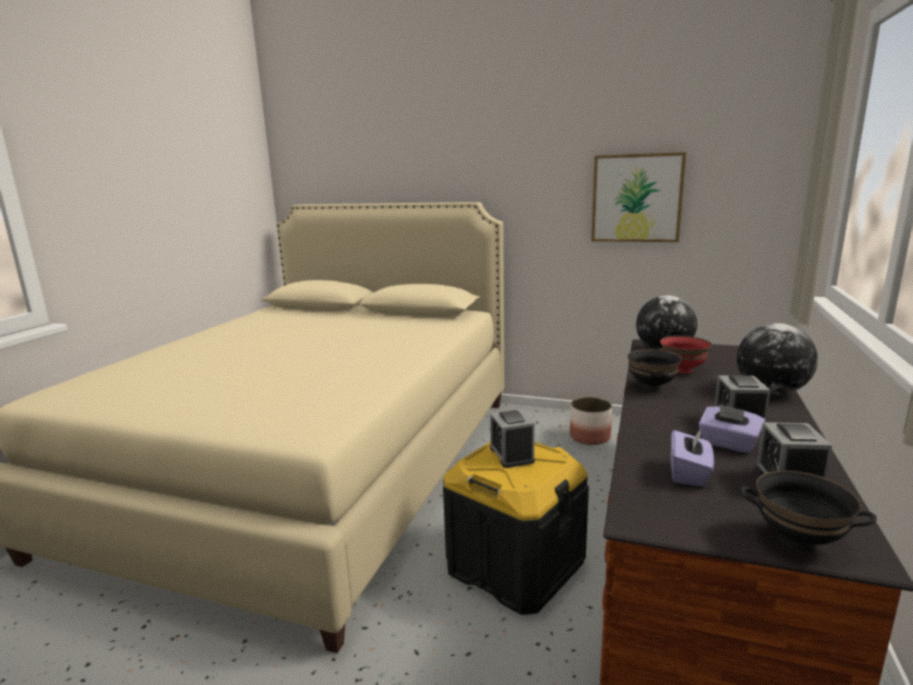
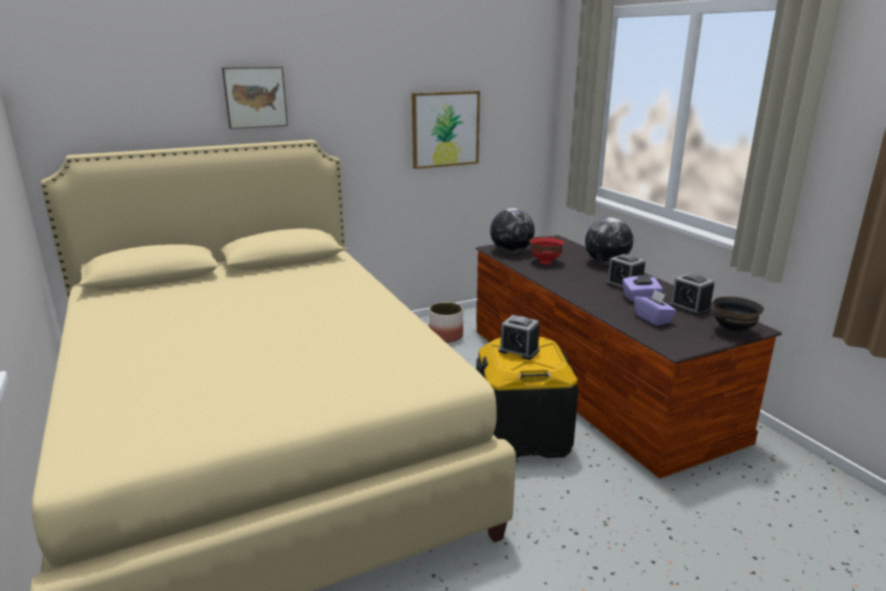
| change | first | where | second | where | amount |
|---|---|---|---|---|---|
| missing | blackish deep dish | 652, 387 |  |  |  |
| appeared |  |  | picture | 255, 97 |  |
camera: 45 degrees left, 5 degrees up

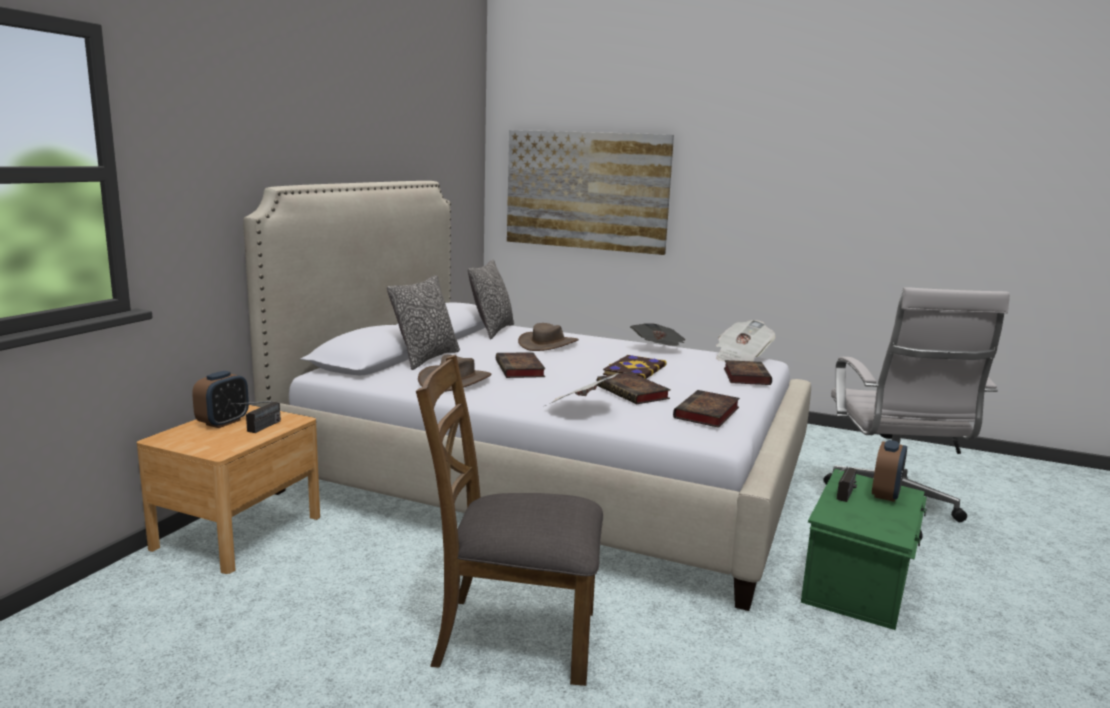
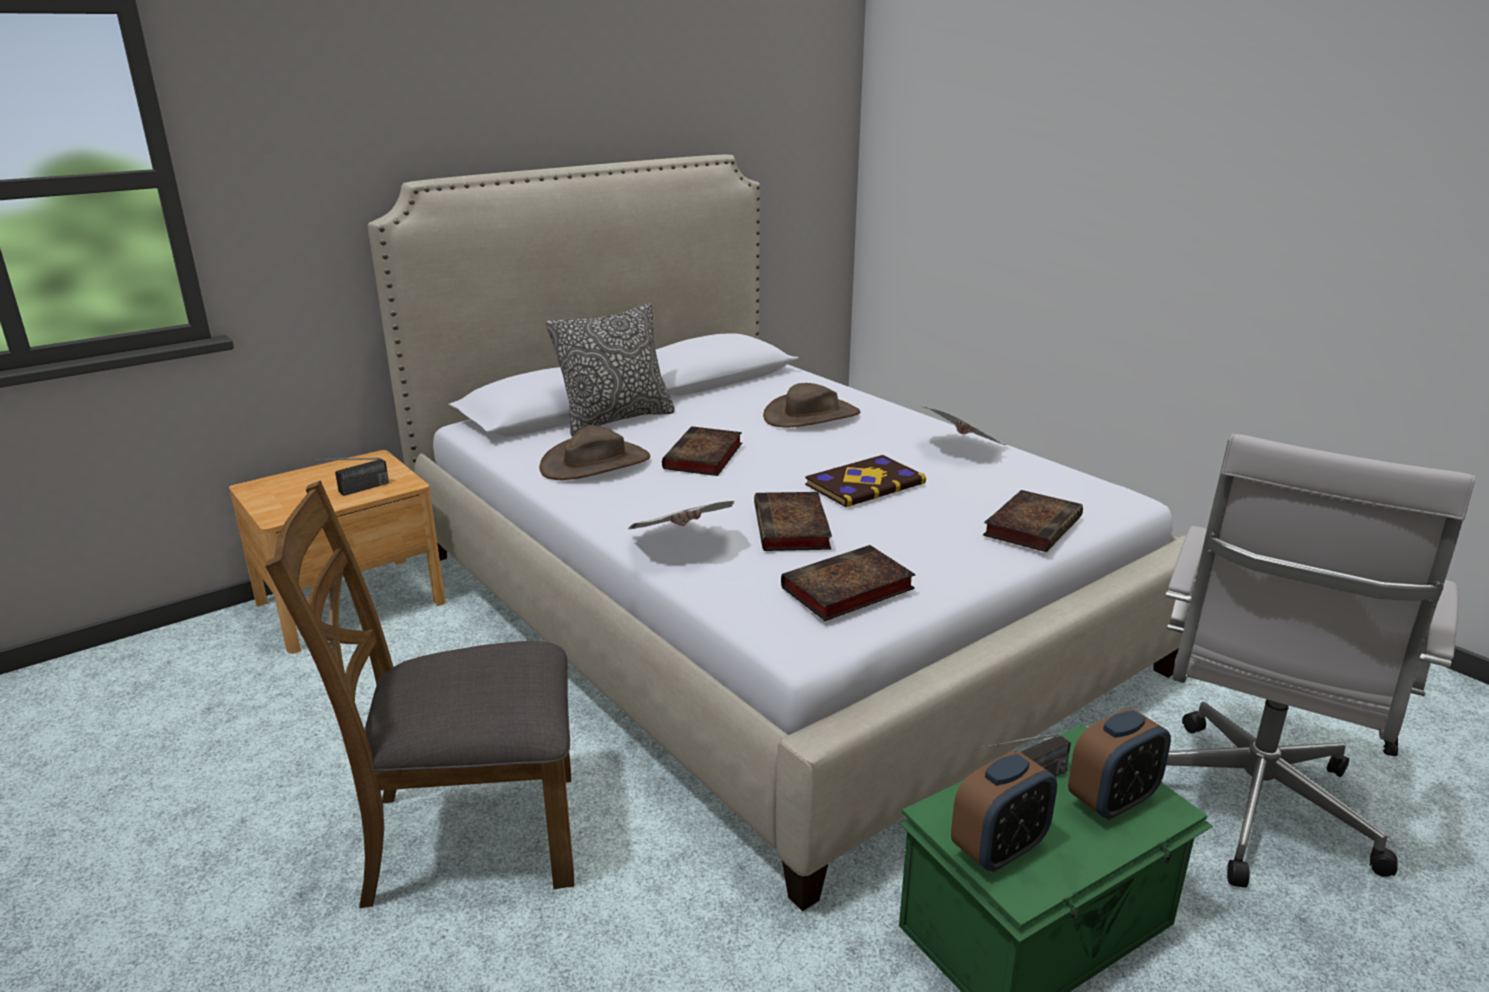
| change | first | where | second | where | amount |
|---|---|---|---|---|---|
| missing | cushion | 492, 330 |  |  |  |
| missing | picture | 586, 191 |  |  |  |
| missing | newspaper | 741, 357 |  |  |  |
| relocated | alarm clock | 223, 422 |  | 999, 849 |  |
| spun | brown-coloured upright chair | 514, 636 |  | 470, 836 | 45 degrees counterclockwise |
camera: 30 degrees right, 10 degrees up

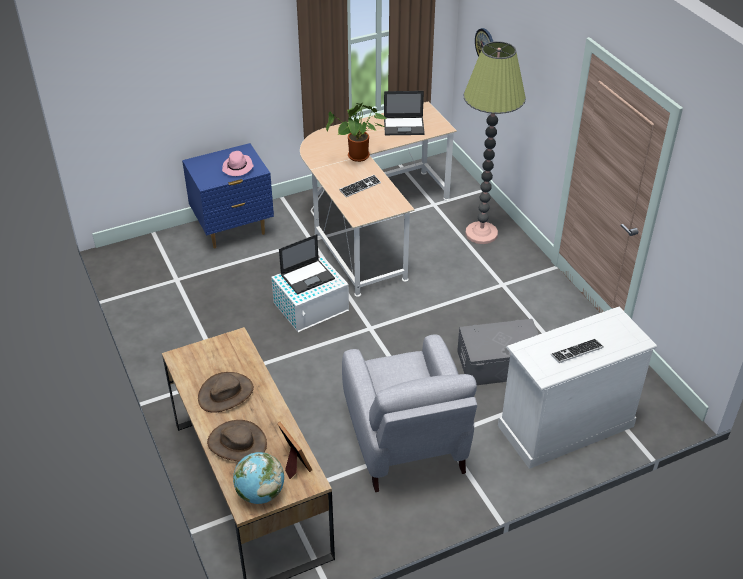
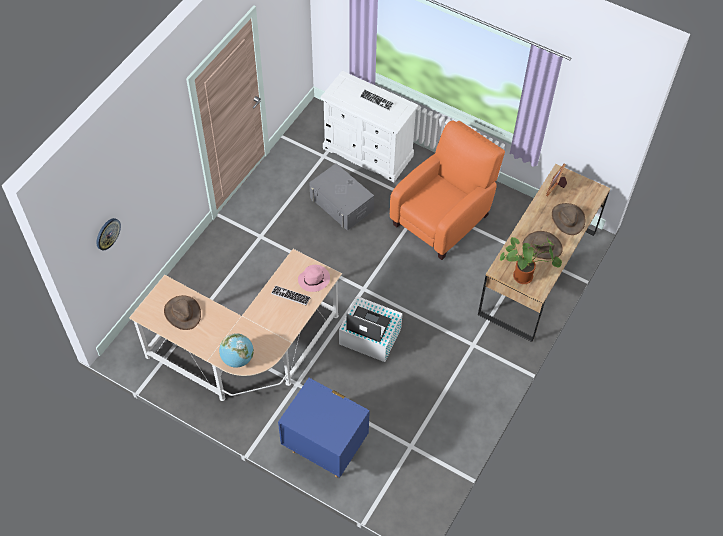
| change | first | where | second | where | amount |
|---|---|---|---|---|---|
| missing | standing lamp | 481, 233 |  |  |  |
| relocated | pink hat | 238, 168 |  | 314, 279 |  |
| relocated | desk globe | 260, 493 |  | 237, 359 |  |
| relocated | potted plant | 358, 158 |  | 525, 276 |  |
| exchanged | laptop | 404, 126 | brown-coloured hat | 182, 313 |  |
| colour | greyish lounge chair | 406, 444 | orangey lounge chair | 443, 218 |  |
camera: 125 degrees left, 15 degrees up

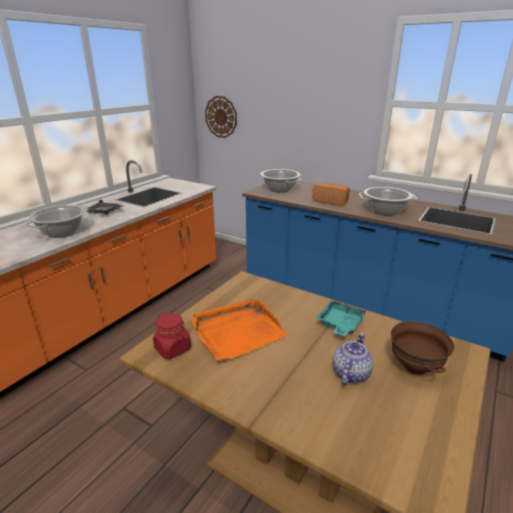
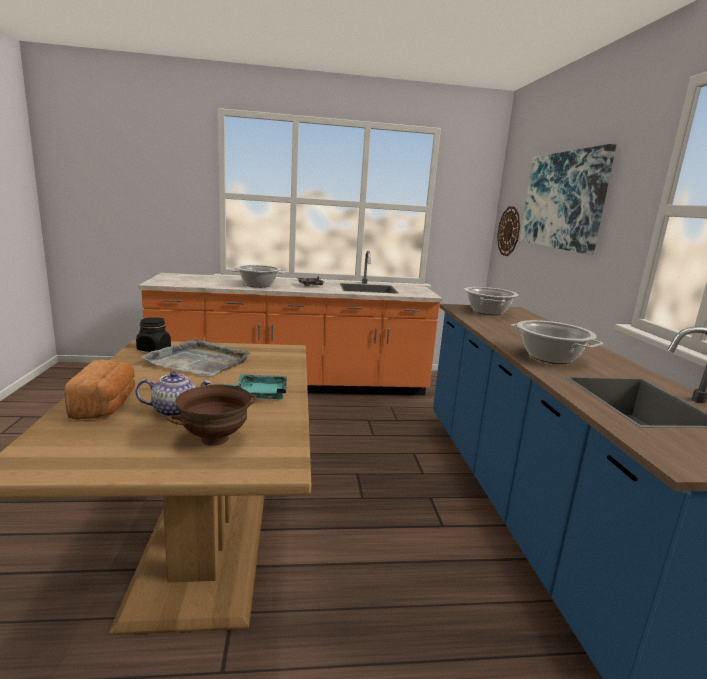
| change | first | where | second | where | amount |
|---|---|---|---|---|---|
| appeared |  |  | picture | 563, 200 |  |
| relocated | bread | 331, 201 |  | 106, 405 |  |
| colour | reddish preserve jar | 173, 349 | blackish preserve jar | 154, 349 |  |
| colour | orangey serving tray | 237, 331 | greyish serving tray | 199, 361 |  |
camera: 50 degrees right, 10 degrees down

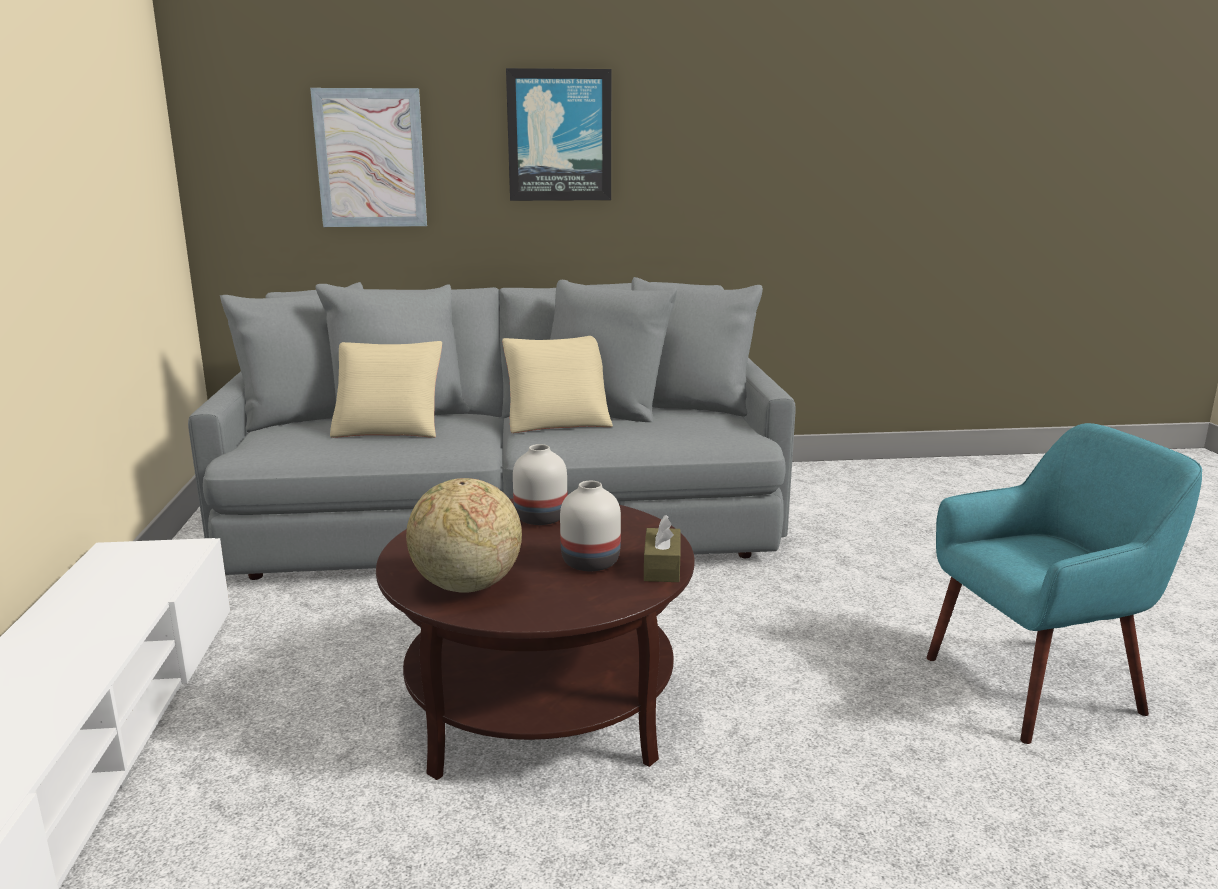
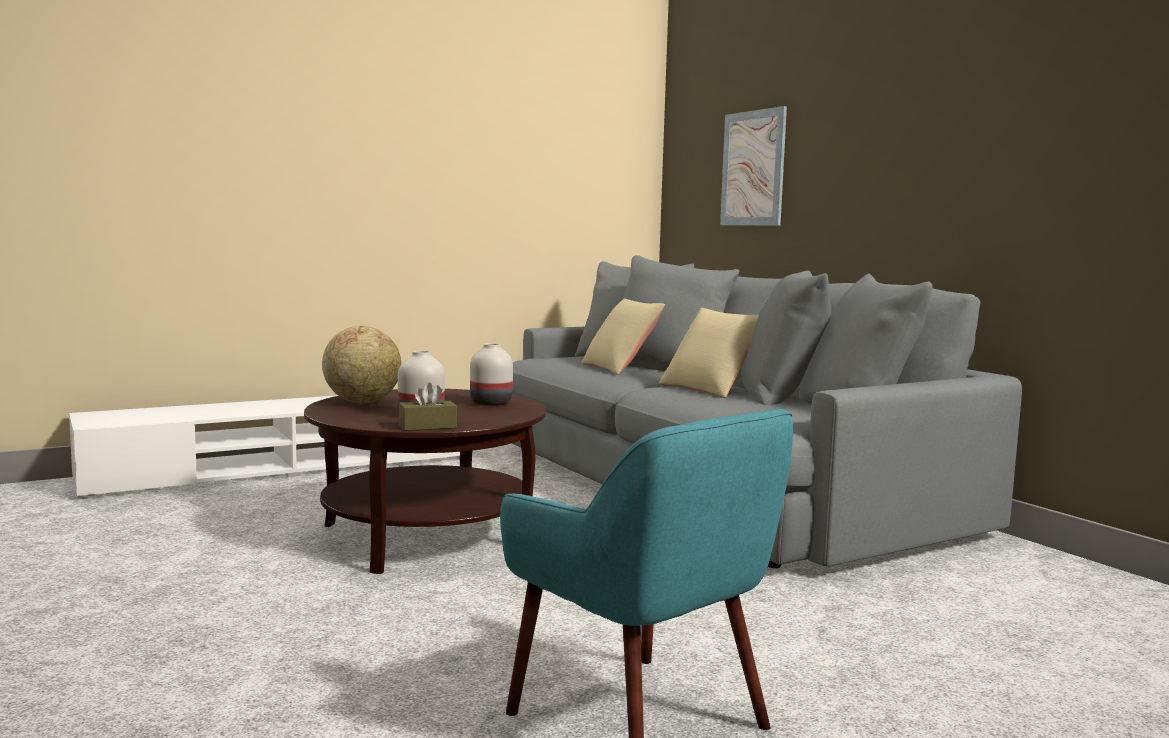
| change | first | where | second | where | amount |
|---|---|---|---|---|---|
| missing | picture | 559, 135 |  |  |  |
camera: 65 degrees right, 10 degrees down

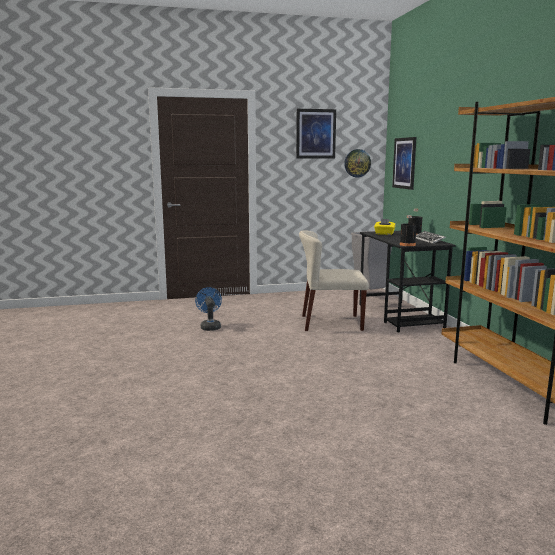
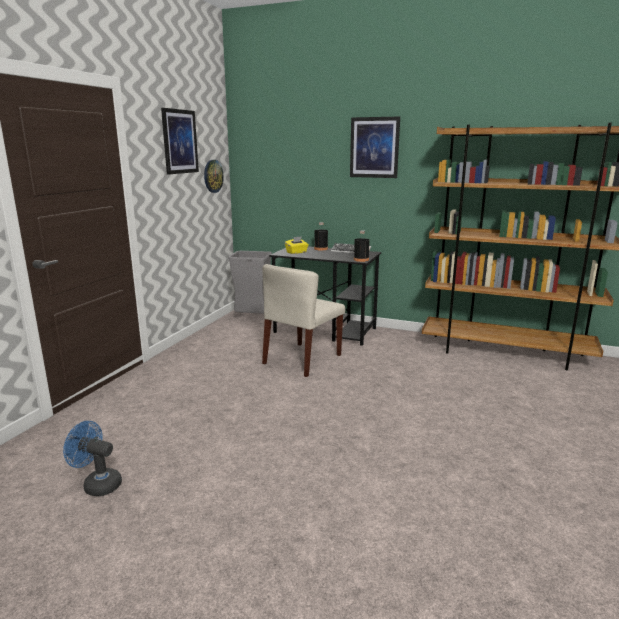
| change | first | where | second | where | amount |
|---|---|---|---|---|---|
| relocated | blue-coloured fan | 210, 326 |  | 97, 484 |  |
| relocated | picture | 404, 163 |  | 374, 147 |  |
camera: 55 degrees left, 5 degrees up

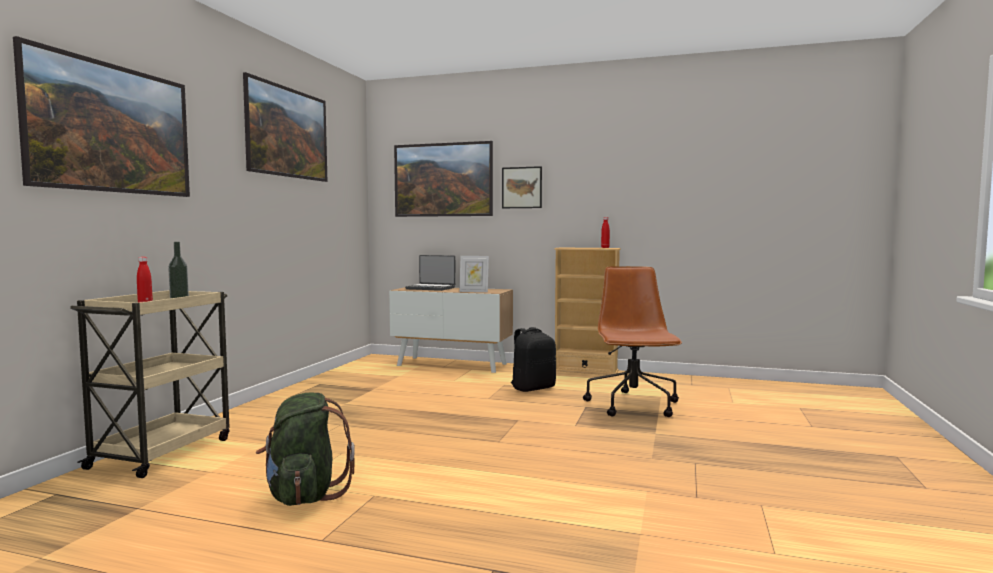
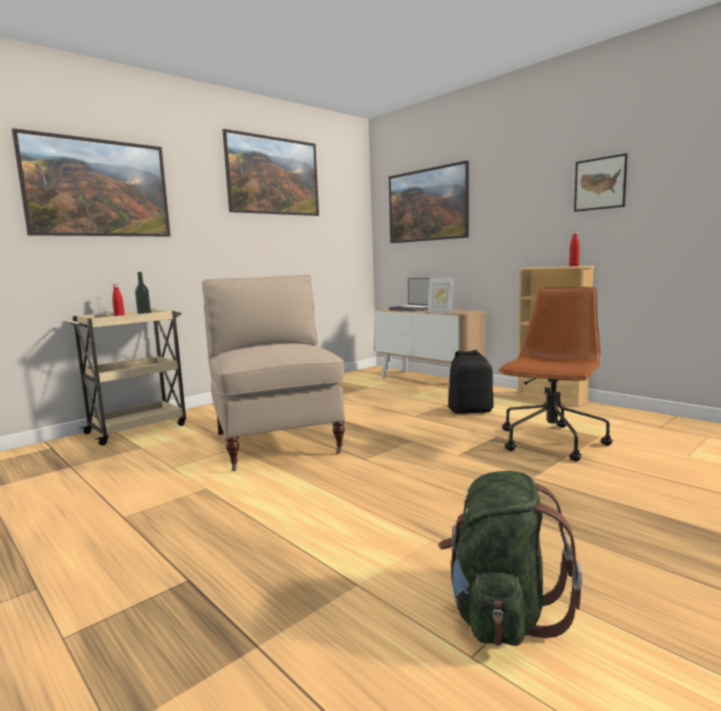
| change | first | where | second | where | amount |
|---|---|---|---|---|---|
| appeared |  |  | beige upright chair | 276, 442 |  |
| relocated | green knapsack | 304, 495 |  | 501, 613 |  |
| relocated | picture | 521, 187 |  | 600, 183 |  |
camera: 30 degrees right, 5 degrees up

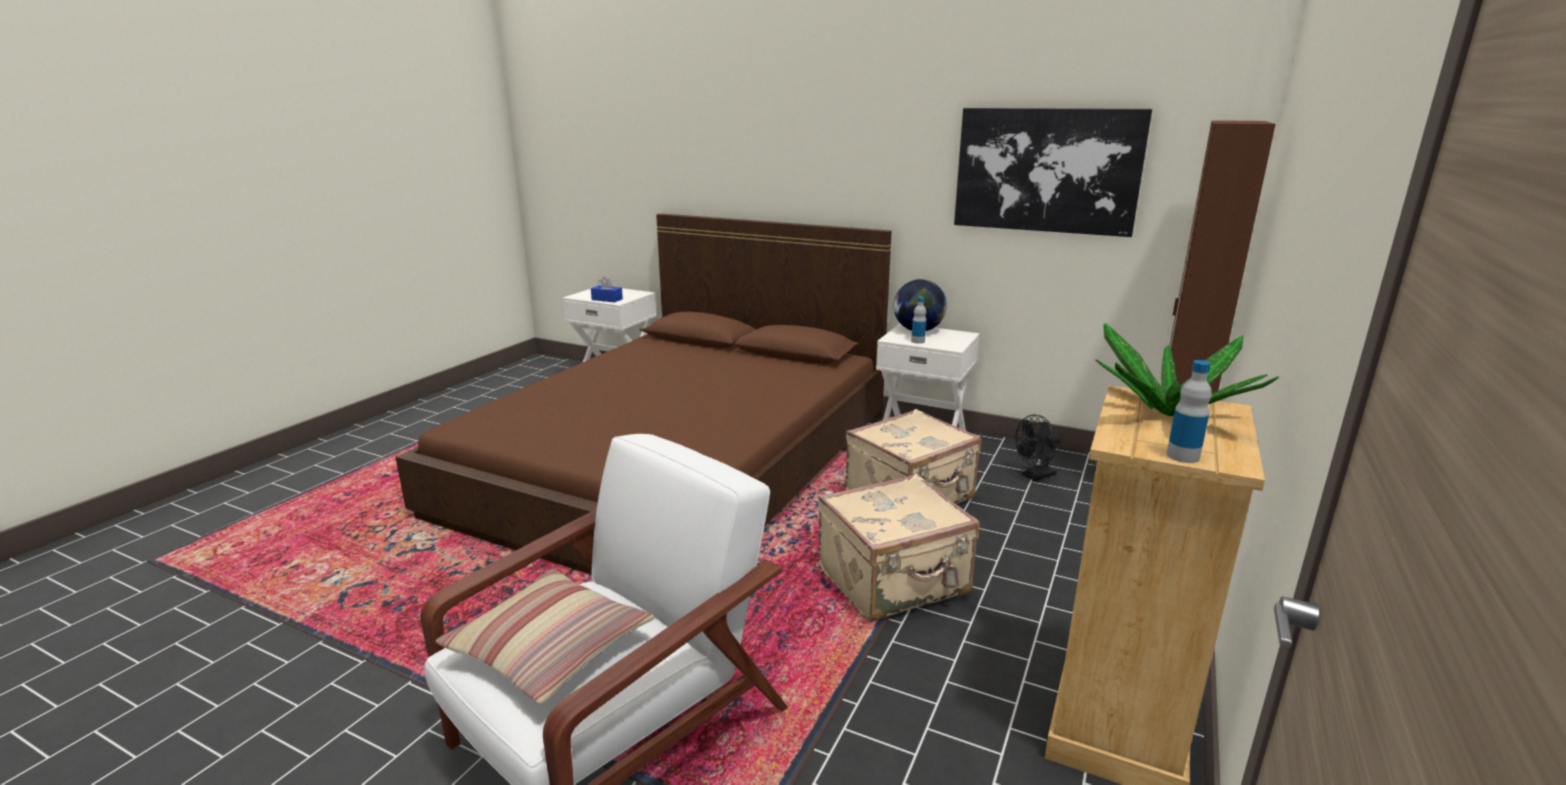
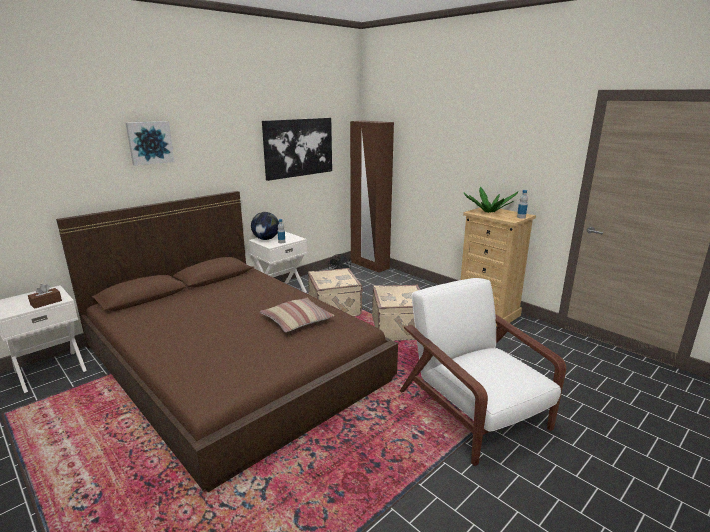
| change | first | where | second | where | amount |
|---|---|---|---|---|---|
| appeared |  |  | picture | 150, 142 |  |
| relocated | cushion | 550, 648 |  | 297, 321 |  |
| colour | blue-coloured tissue holder | 607, 299 | brown-coloured tissue holder | 46, 302 |  |
camera: 70 degrees left, 0 degrees up

